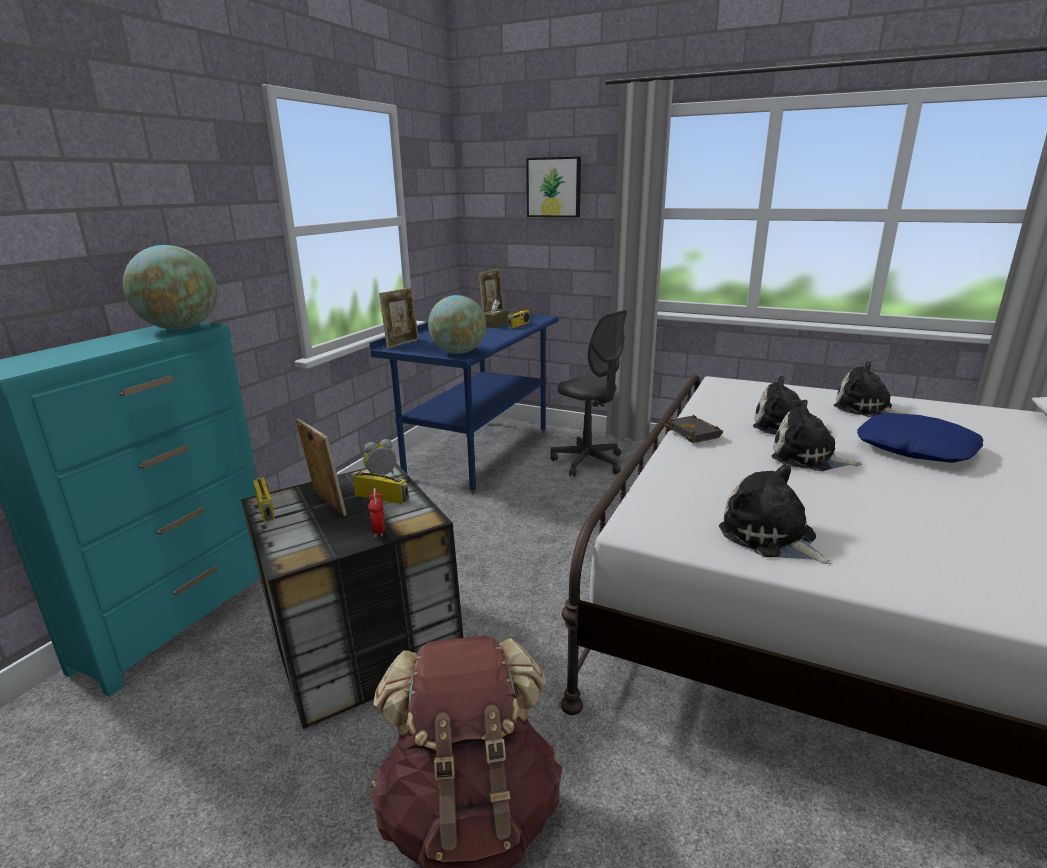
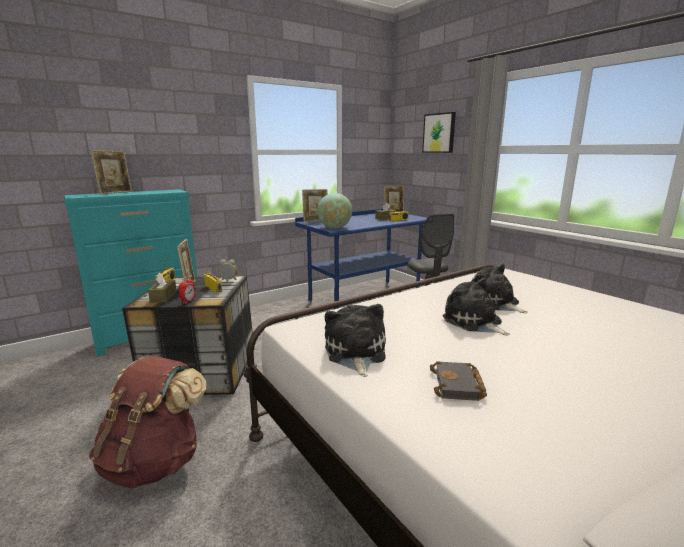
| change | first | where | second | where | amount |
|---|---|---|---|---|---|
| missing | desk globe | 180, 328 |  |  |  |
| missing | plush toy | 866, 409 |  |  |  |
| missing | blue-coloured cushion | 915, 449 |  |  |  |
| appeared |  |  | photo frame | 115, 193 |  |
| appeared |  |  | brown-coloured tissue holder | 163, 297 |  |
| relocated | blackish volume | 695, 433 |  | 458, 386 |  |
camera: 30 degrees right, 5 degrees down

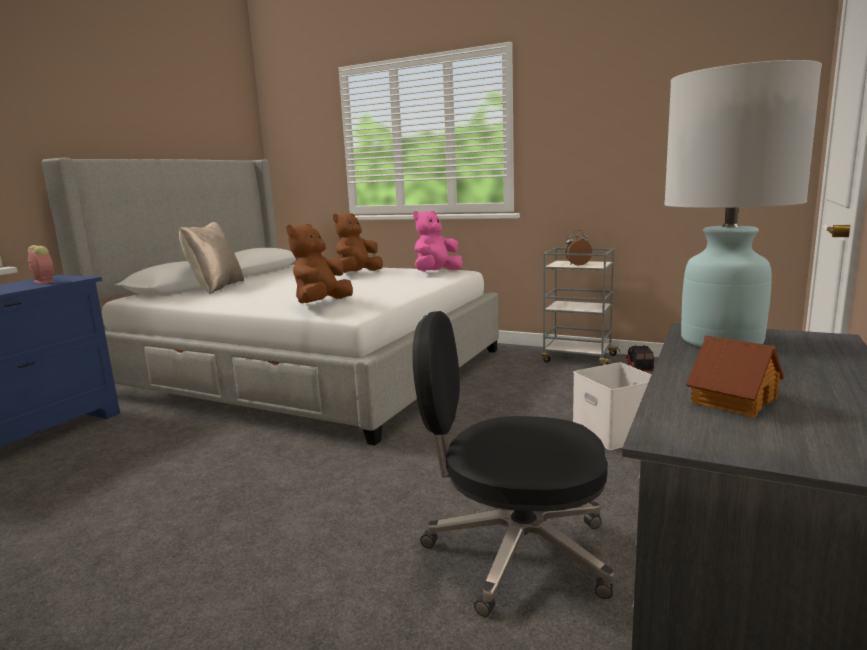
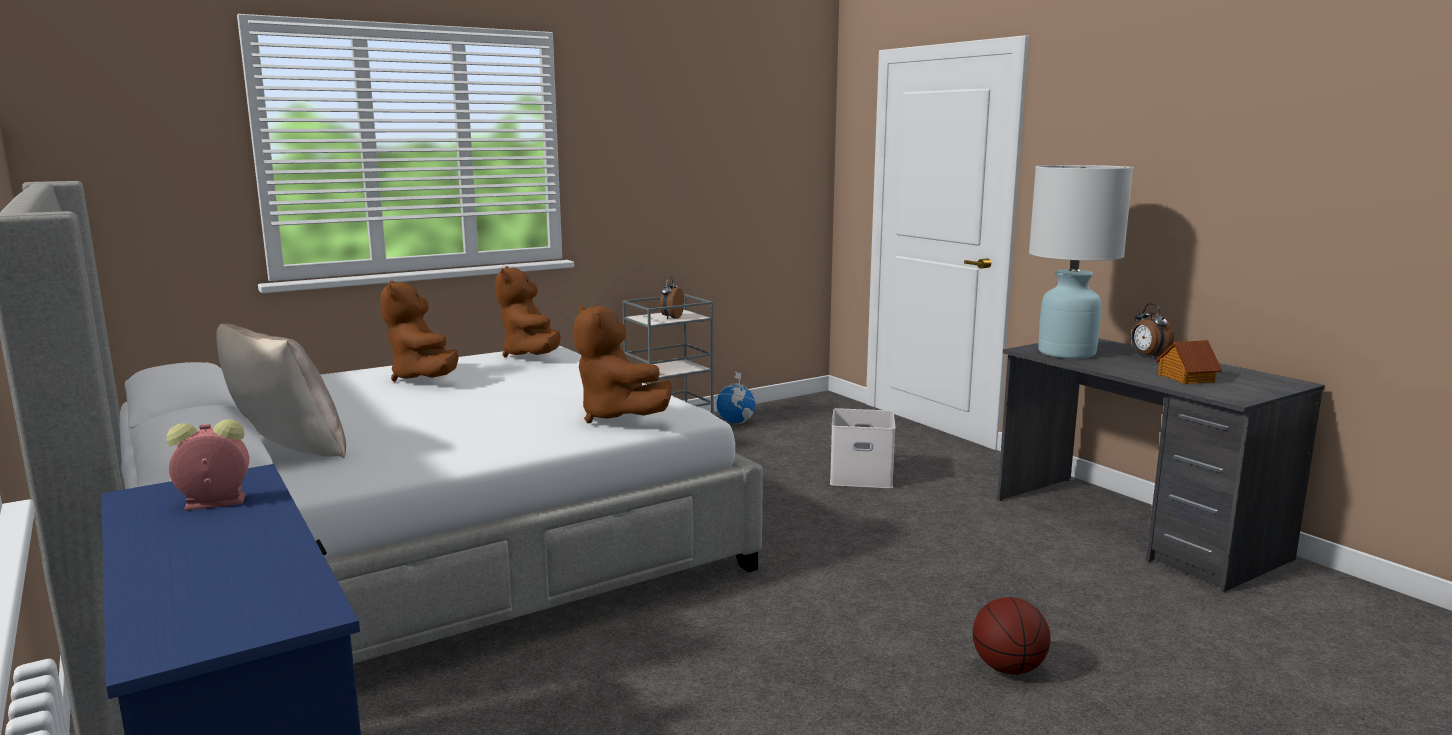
| change | first | where | second | where | amount |
|---|---|---|---|---|---|
| missing | blackish desk chair | 514, 552 |  |  |  |
| appeared |  |  | ball for basketball | 1008, 668 |  |
| appeared |  |  | alarm clock | 1148, 356 |  |
| exchanged | model truck | 639, 367 | desk globe | 736, 422 |  |
| colour | pink plush toy | 436, 273 | brown-coloured plush toy | 532, 355 |  |
camera: 60 degrees left, 0 degrees up

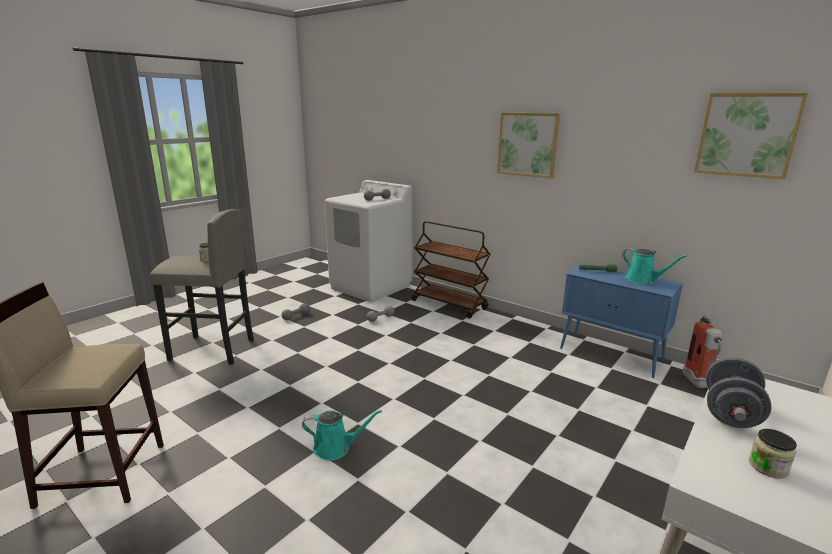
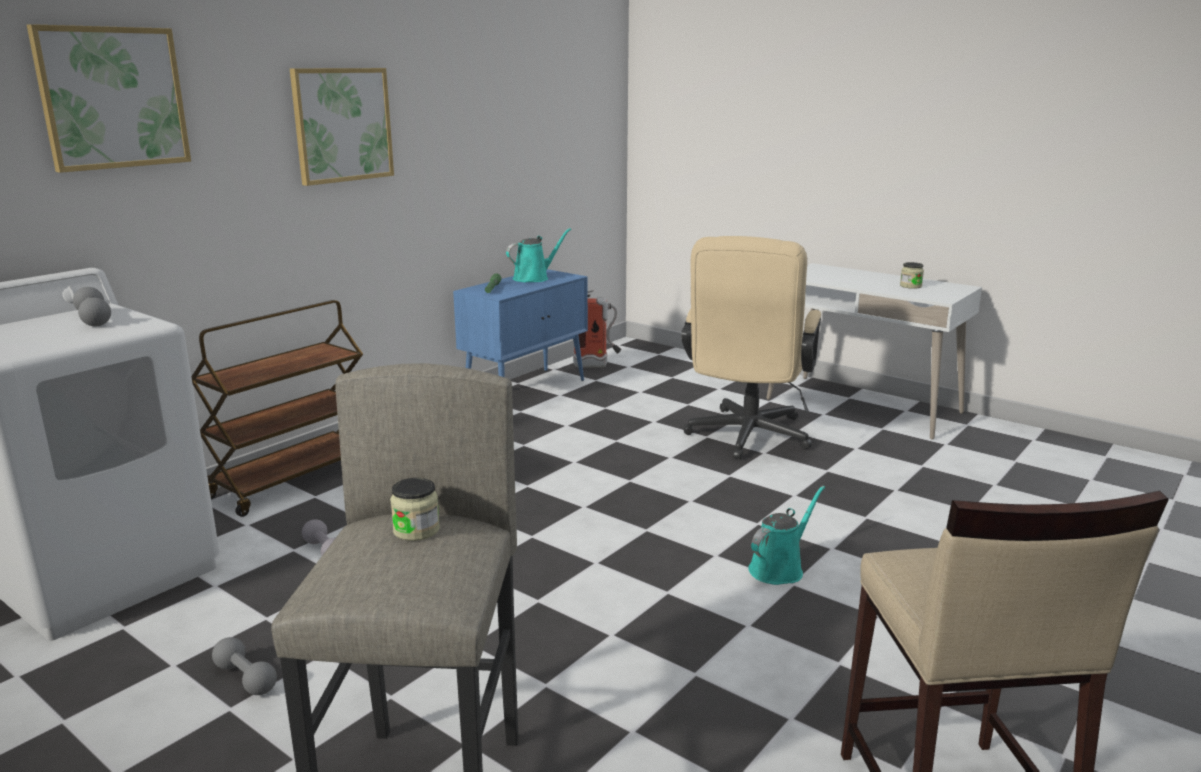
| change | first | where | second | where | amount |
|---|---|---|---|---|---|
| missing | greyish dumbbell | 730, 413 |  |  |  |
| appeared |  |  | beige desk chair | 746, 439 |  |
| relocated | picture | 747, 135 |  | 112, 98 |  |
| spun | blue-green sprinkling can | 335, 448 |  | 779, 568 | 45 degrees clockwise |
camera: 90 degrees left, 0 degrees up

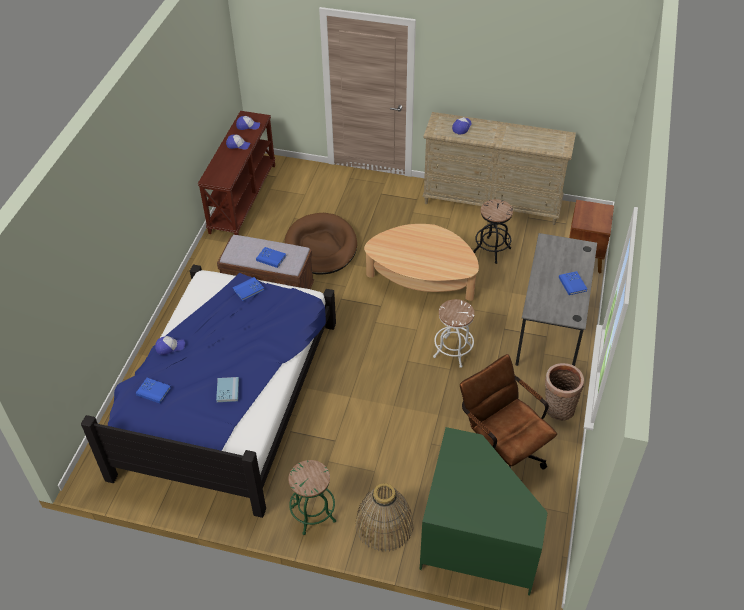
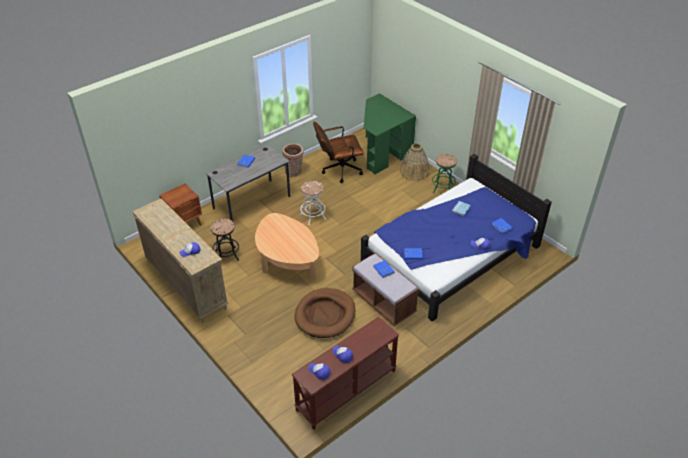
| change | first | where | second | where | amount |
|---|---|---|---|---|---|
| spun | brown-coloured desk chair | 501, 452 |  | 338, 170 | 75 degrees clockwise |
camera: 145 degrees left, 5 degrees down

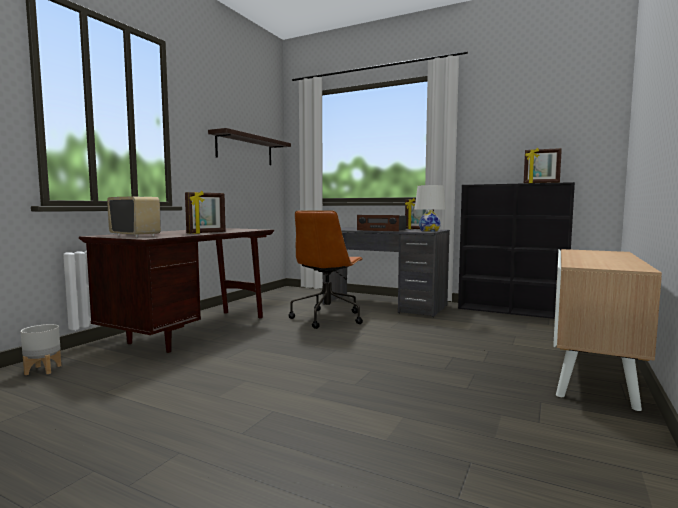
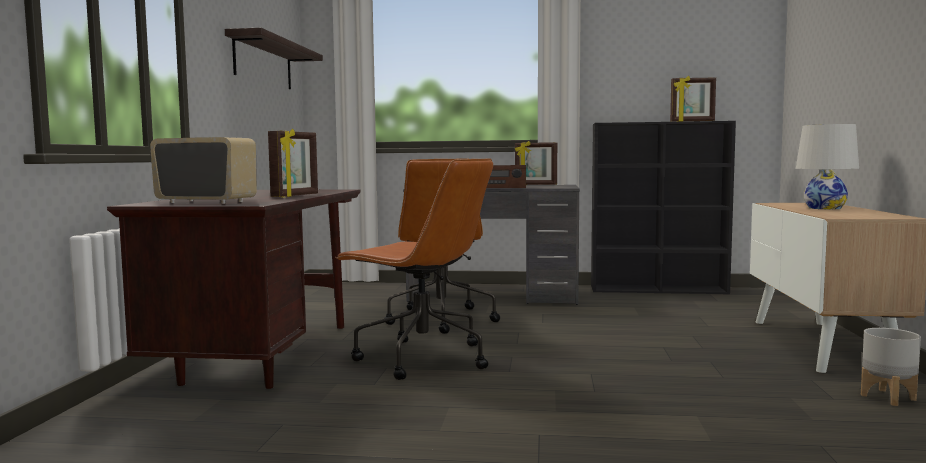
| change | first | where | second | where | amount |
|---|---|---|---|---|---|
| appeared |  |  | brown-coloured desk chair | 421, 358 |  |
| relocated | greyish plant pot | 43, 370 |  | 888, 397 |  |
| relocated | white-coloured tabletop lamp | 429, 231 |  | 824, 208 |  |
camera: 20 degrees left, 0 degrees up

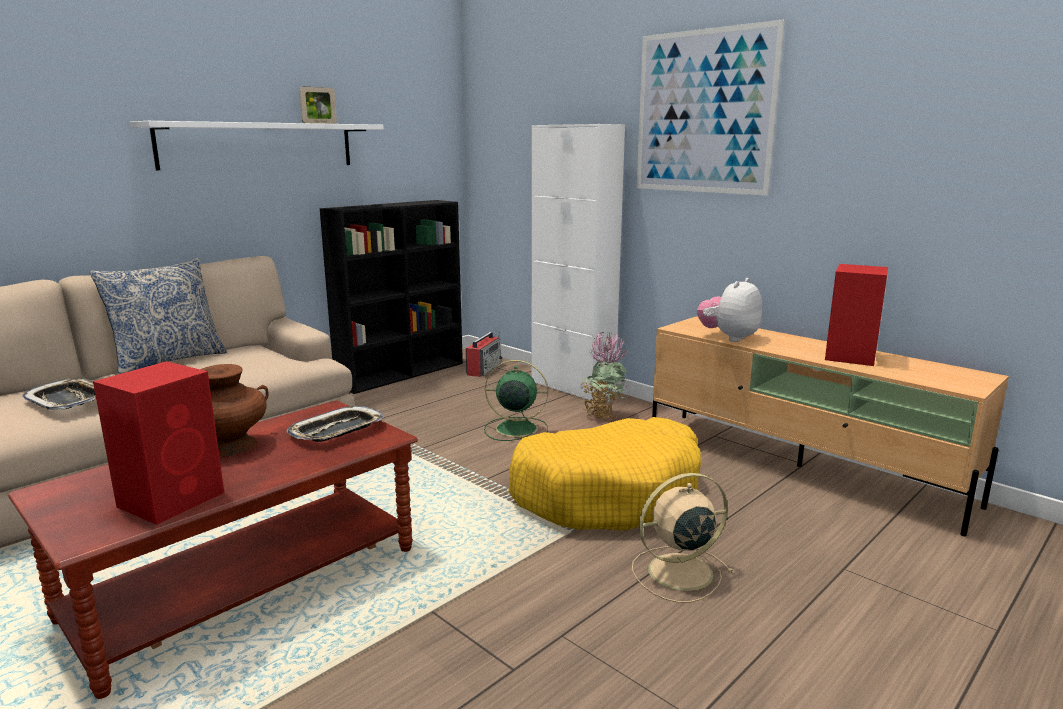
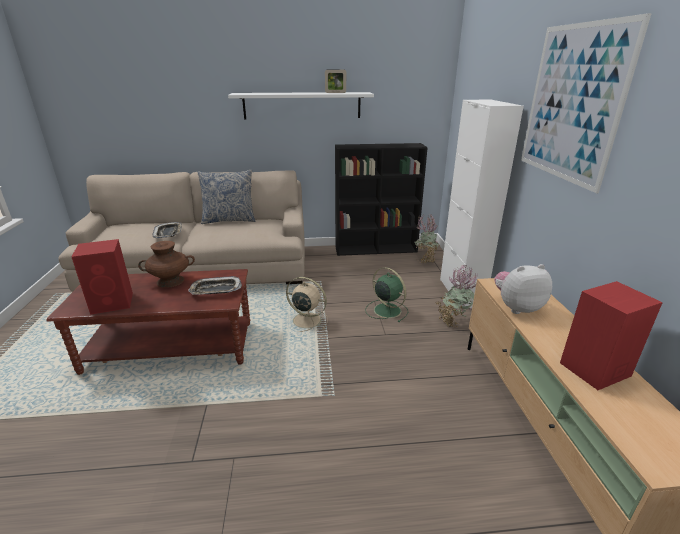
| change | first | where | second | where | amount |
|---|---|---|---|---|---|
| missing | yellowish dog cushion | 608, 493 |  |  |  |
| relocated | beige fan | 677, 572 |  | 305, 320 |  |
| exchanged | radio | 484, 369 | potted plant | 425, 260 |  |
camera: 40 degrees right, 10 degrees up

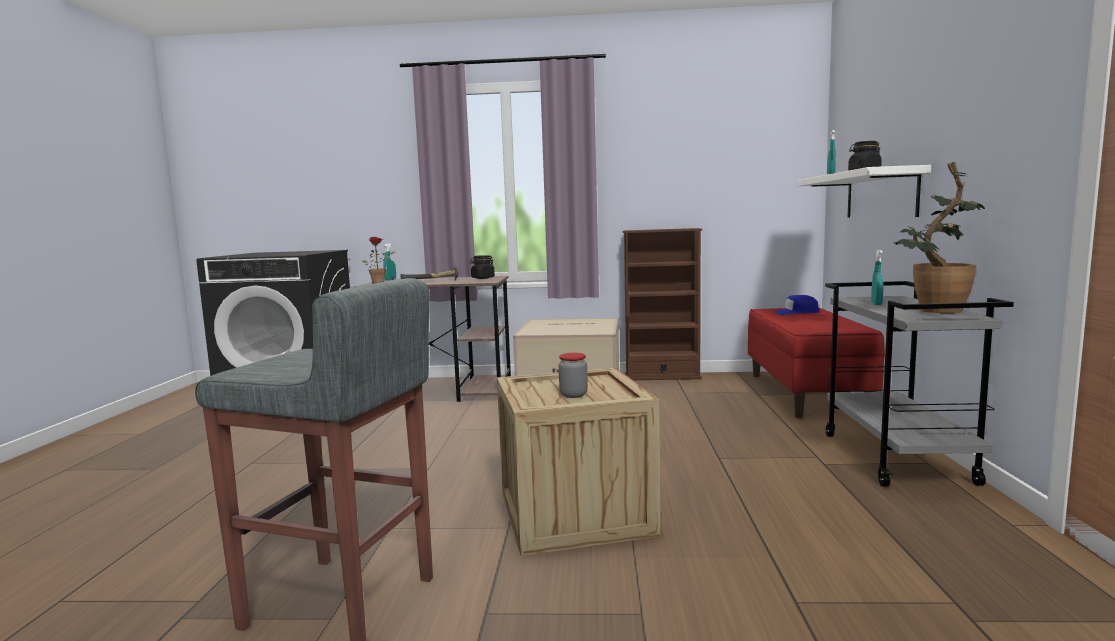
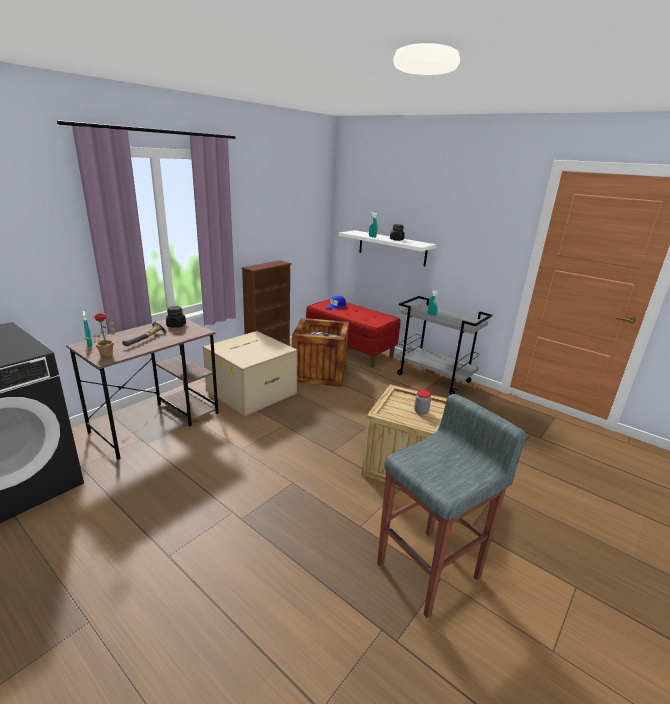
| change | first | where | second | where | amount |
|---|---|---|---|---|---|
| missing | potted plant | 933, 311 |  |  |  |
| appeared |  |  | packing crate | 319, 373 |  |
camera: 55 degrees left, 15 degrees up

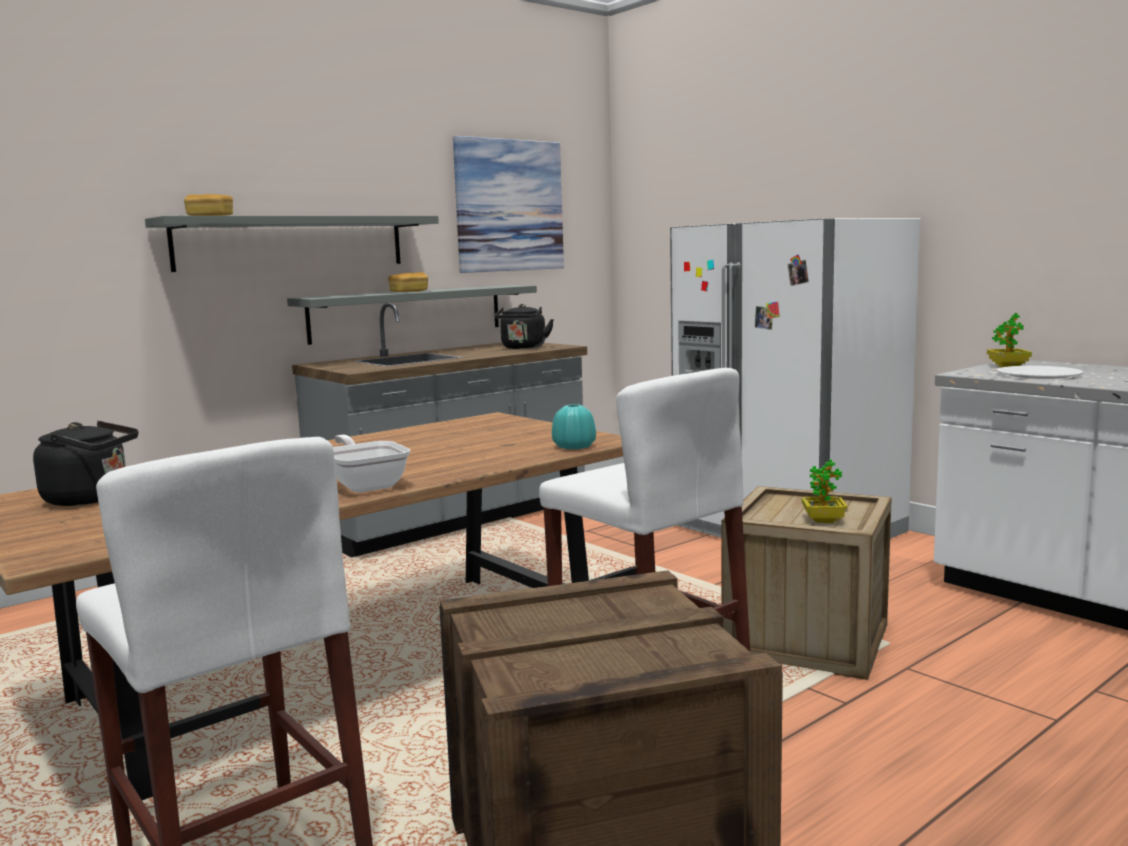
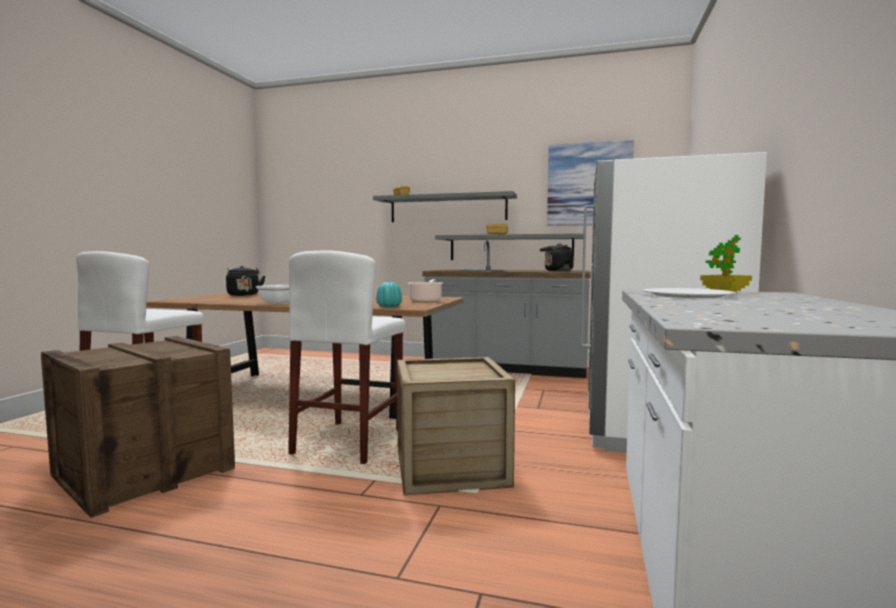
| change | first | where | second | where | amount |
|---|---|---|---|---|---|
| missing | potted plant | 823, 520 |  |  |  |
| appeared |  |  | stockpot | 426, 301 |  |
camera: 55 degrees right, 5 degrees down

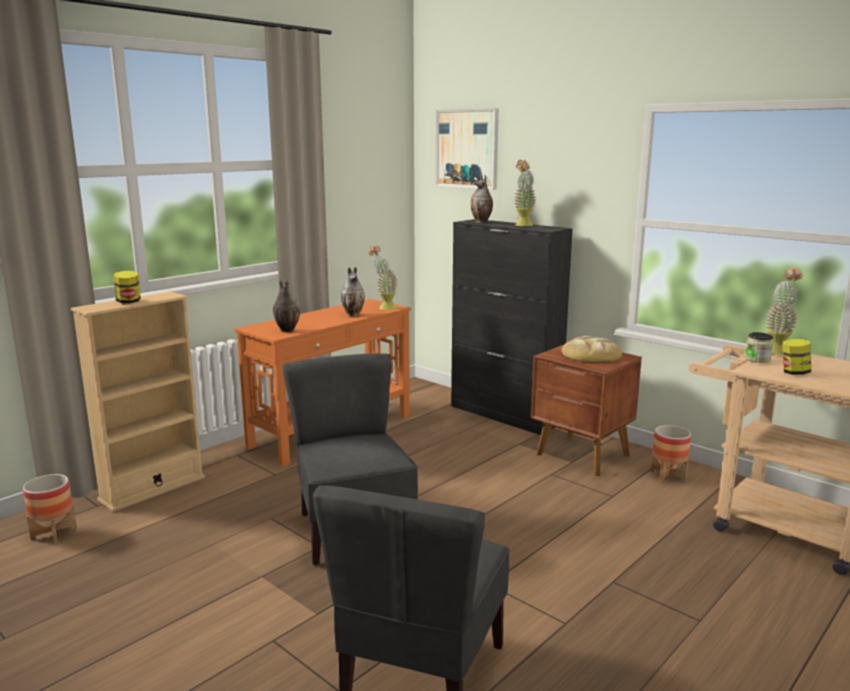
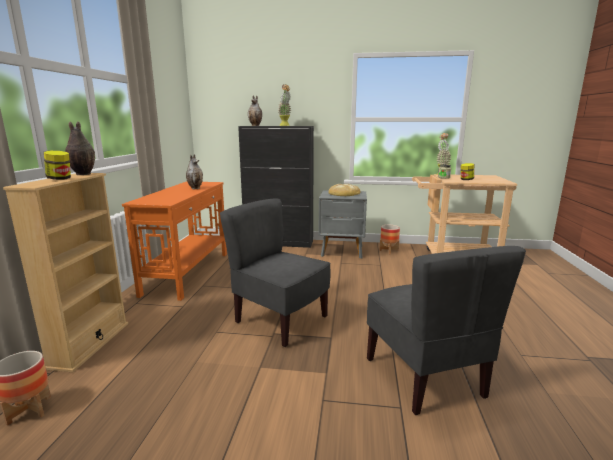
| change | first | where | second | where | amount |
|---|---|---|---|---|---|
| missing | potted plant | 383, 307 |  |  |  |
| missing | picture | 467, 148 |  |  |  |
| relocated | decorative vase | 286, 330 |  | 82, 174 |  |
| colour | brown-coloured bedside table | 582, 456 | greyish bedside table | 342, 251 |  |
camera: 35 degrees left, 0 degrees up

